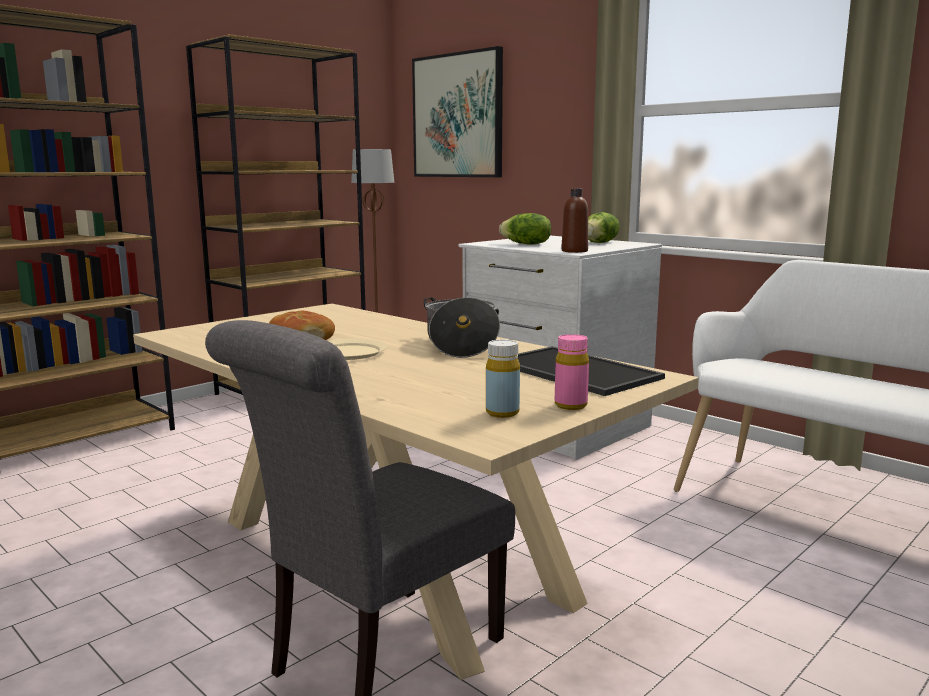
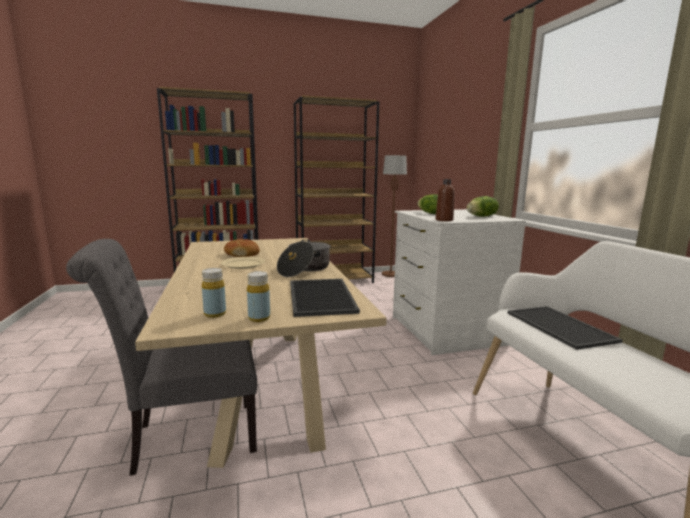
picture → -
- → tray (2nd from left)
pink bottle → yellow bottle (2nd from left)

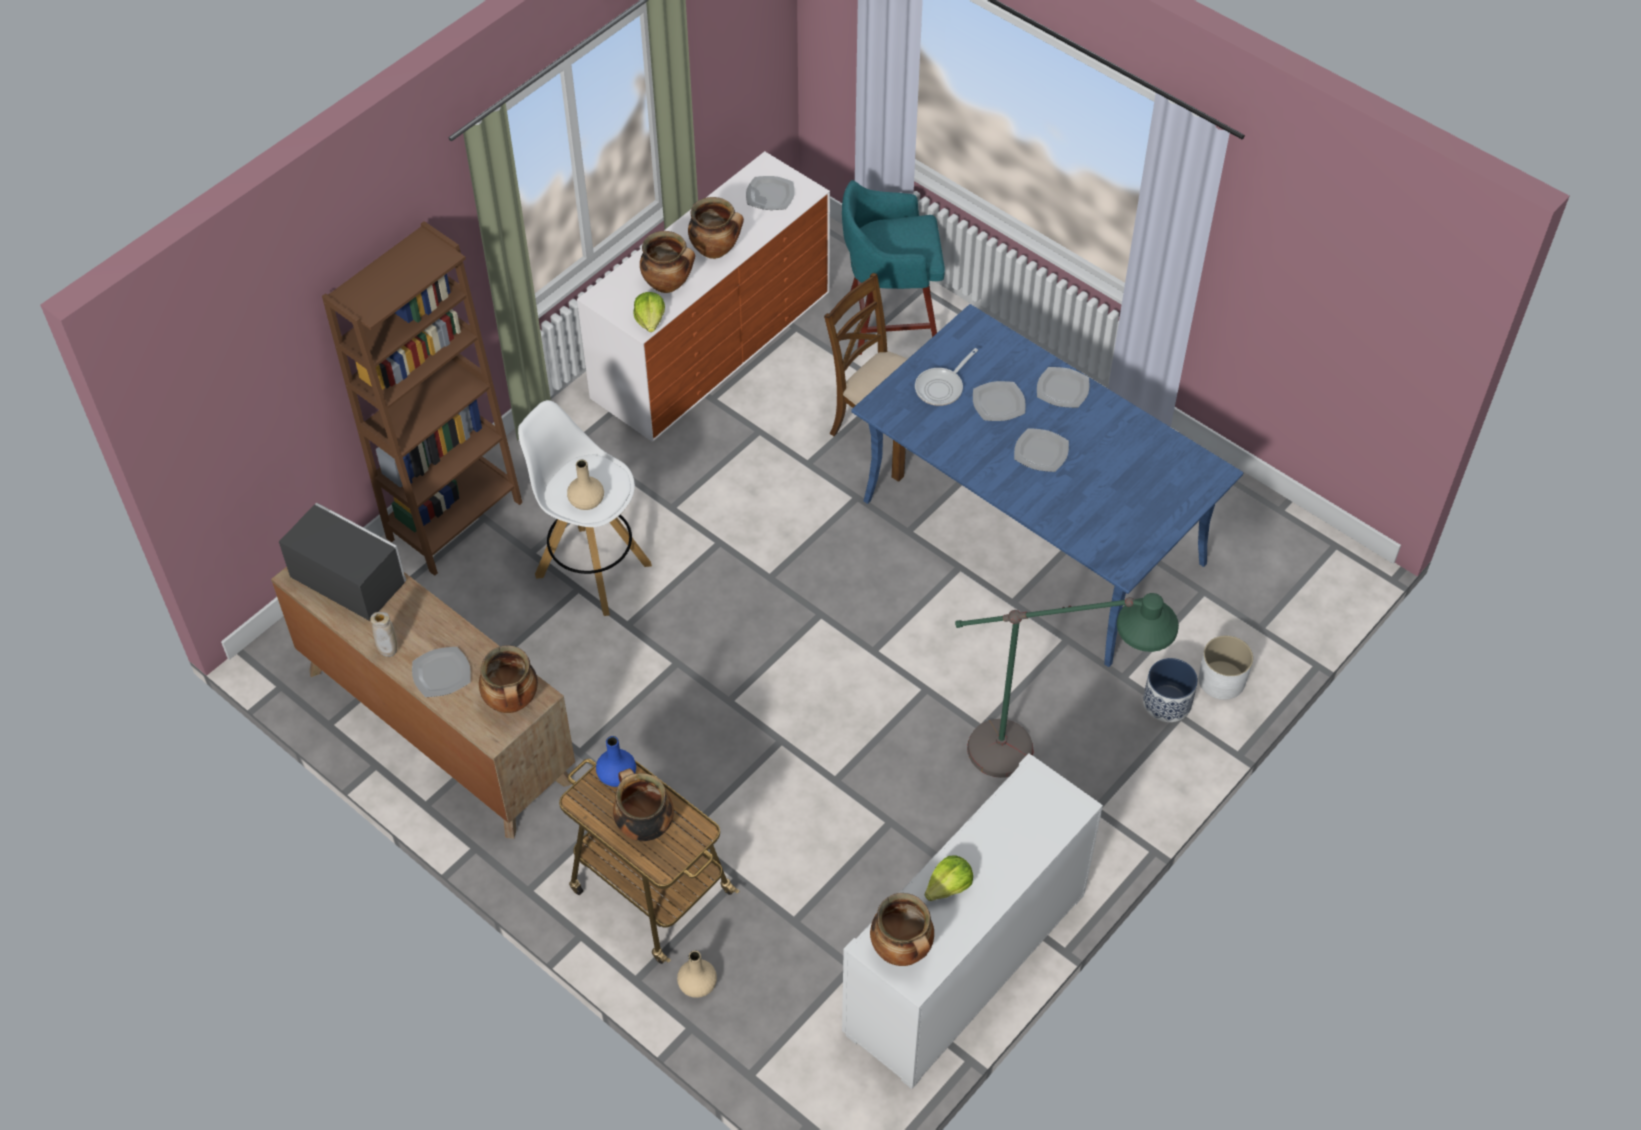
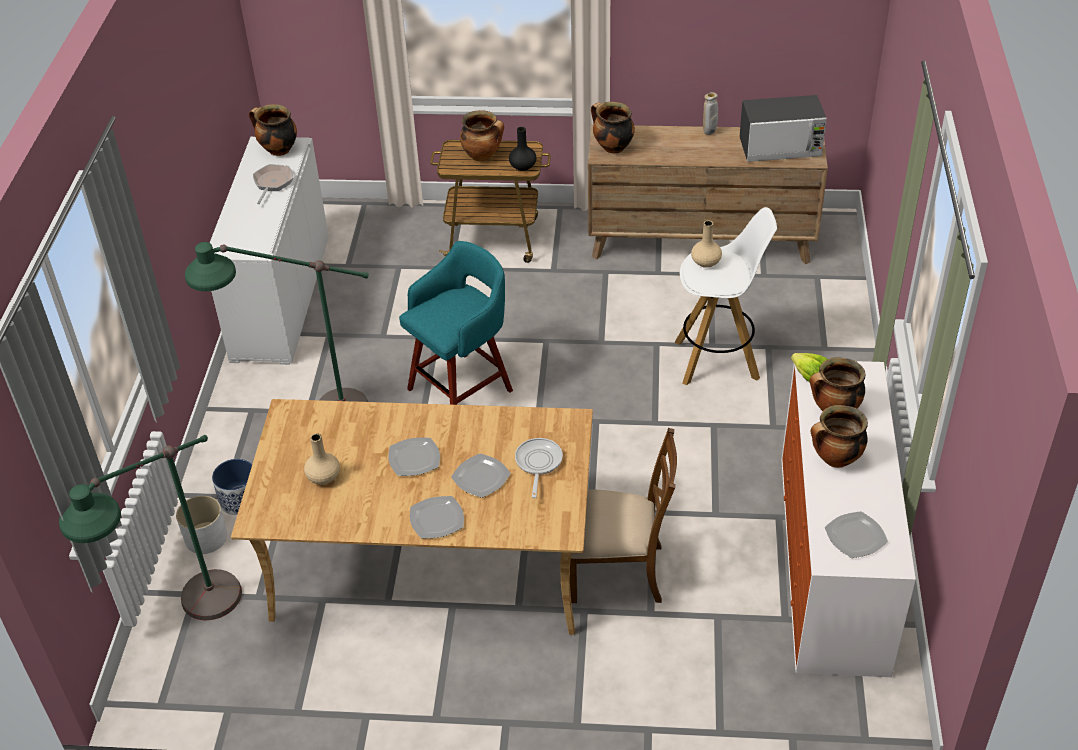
brown bookcase → -
plate (1st from left) → -
- → green floor lamp (1st from left)
beige vase (3rd from left in the first image) → beige vase (1st from left), move
turquoise stool, move
lettuce (2nd from left) → frying pan (1st from left)
blue vase → black vase
blue dining table → beige dining table

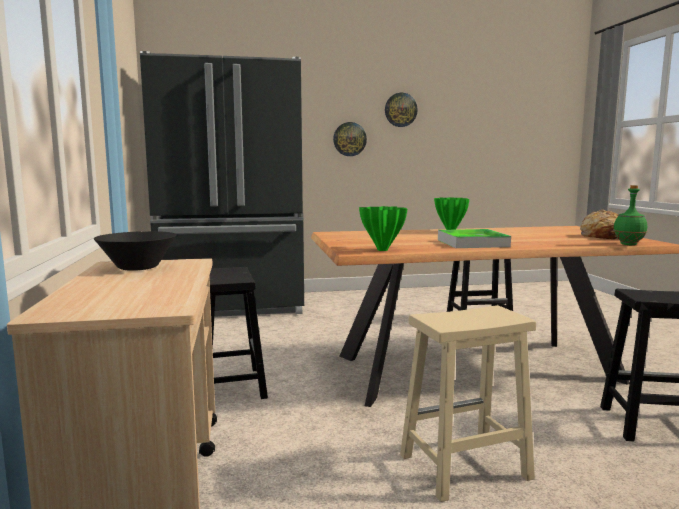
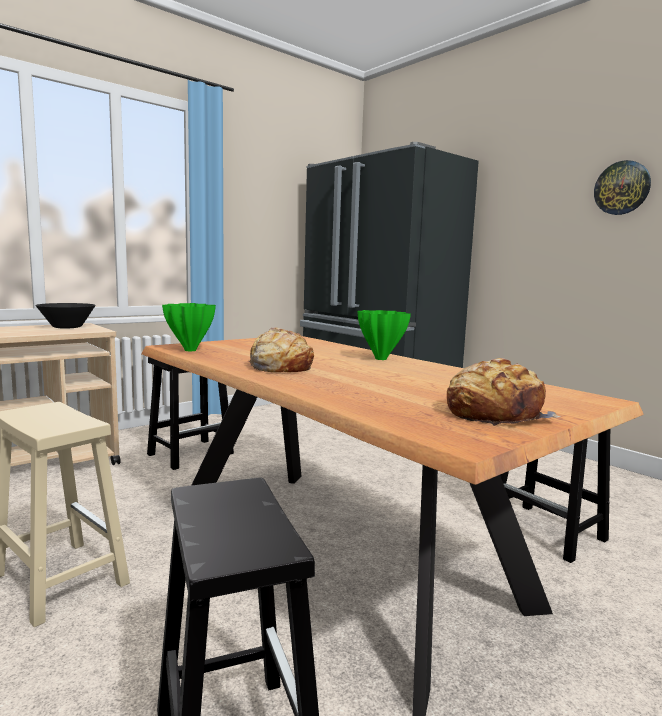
wall clock (1st from left) → -
green bottle → -
tray → bread (1st from left)

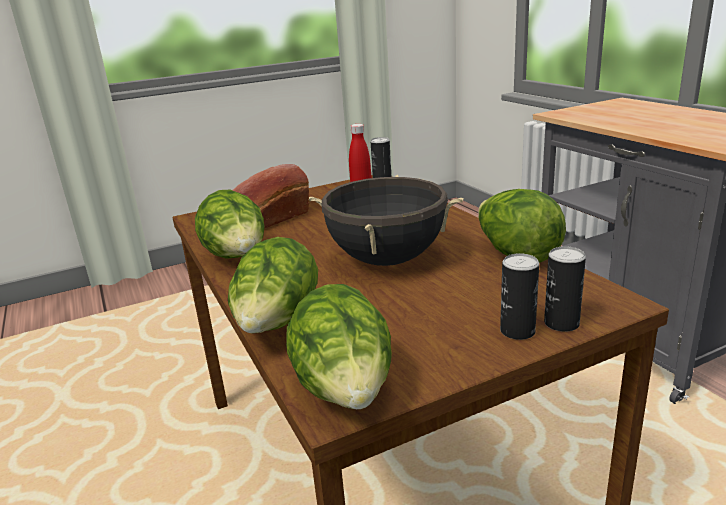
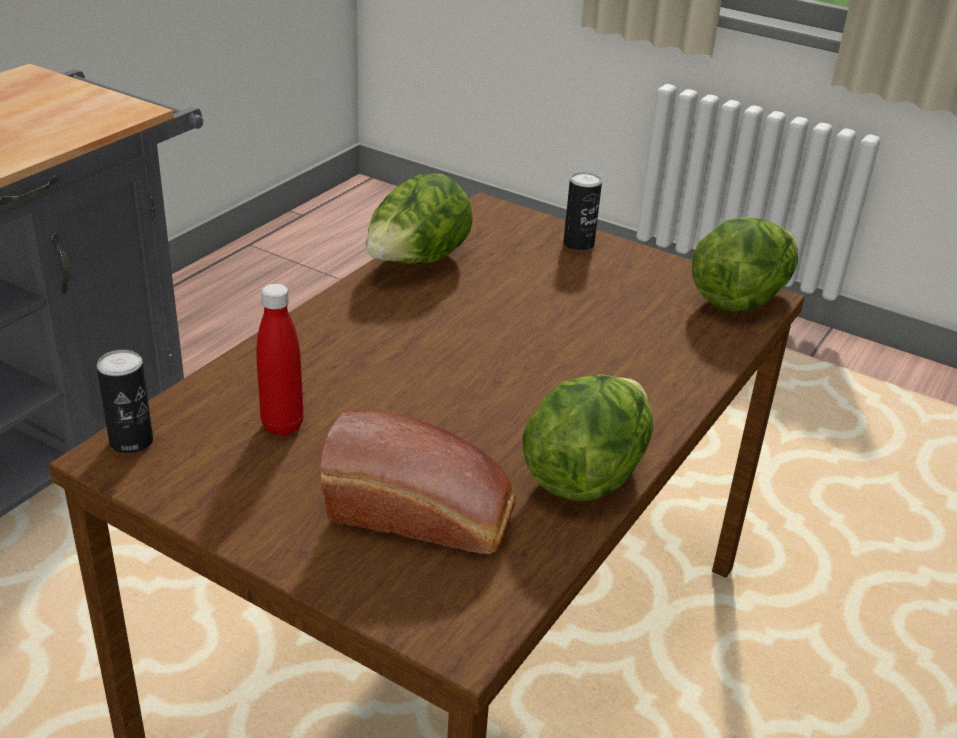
lettuce (2nd from left) → -
black cooking pot → -
can (3rd from left) → -

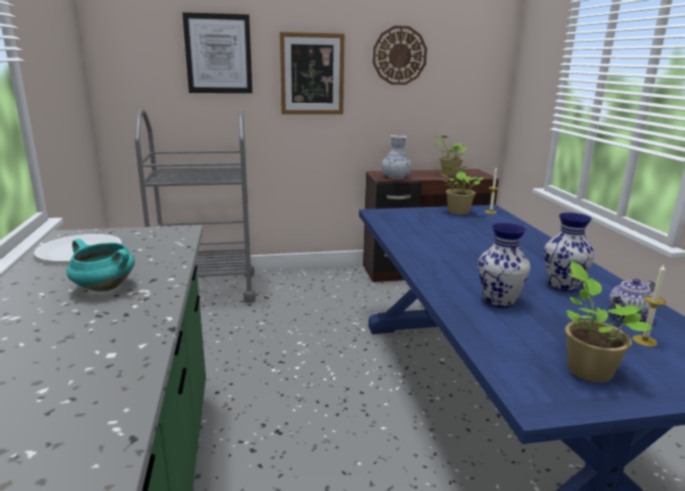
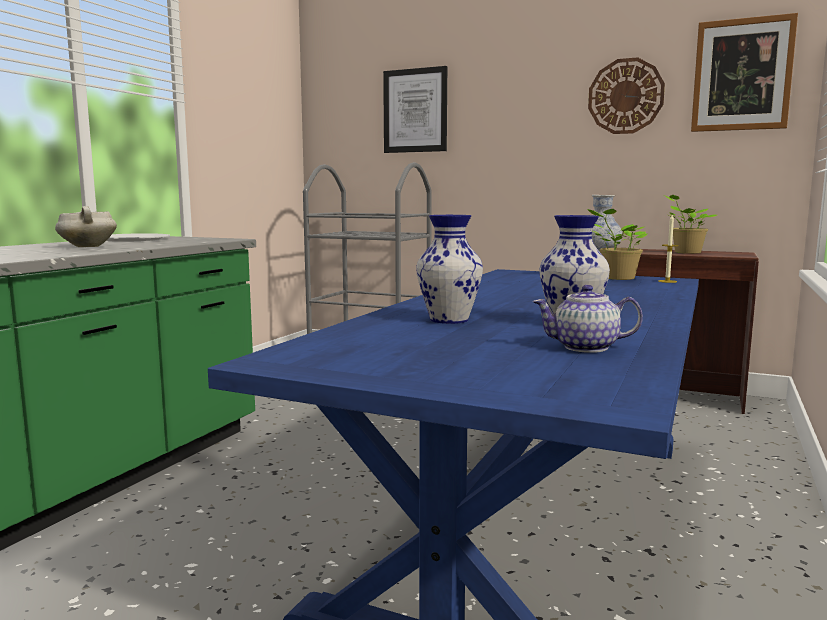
potted plant (3rd from left) → -
candle (2nd from left) → -
picture (2nd from left), move
turquoise cooking pot → white cooking pot

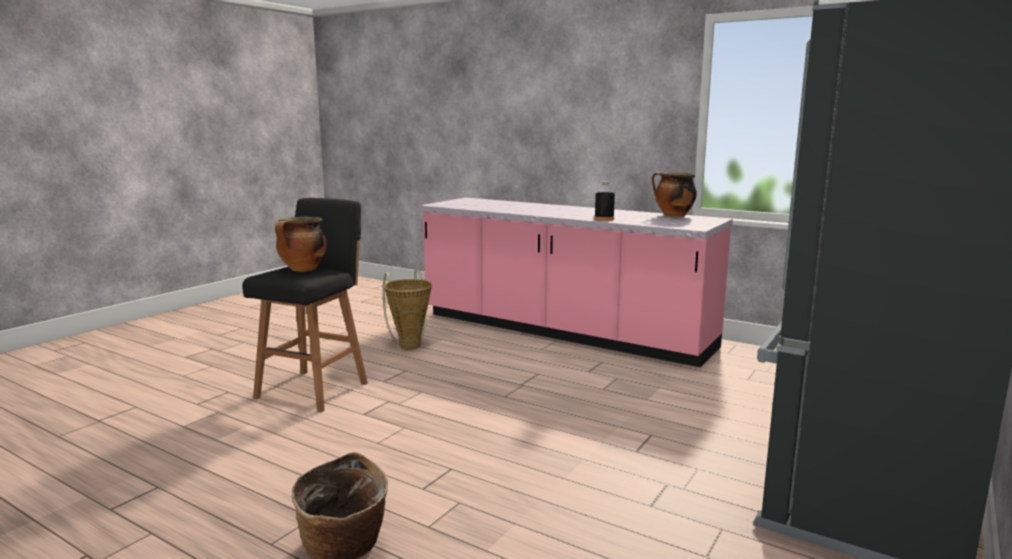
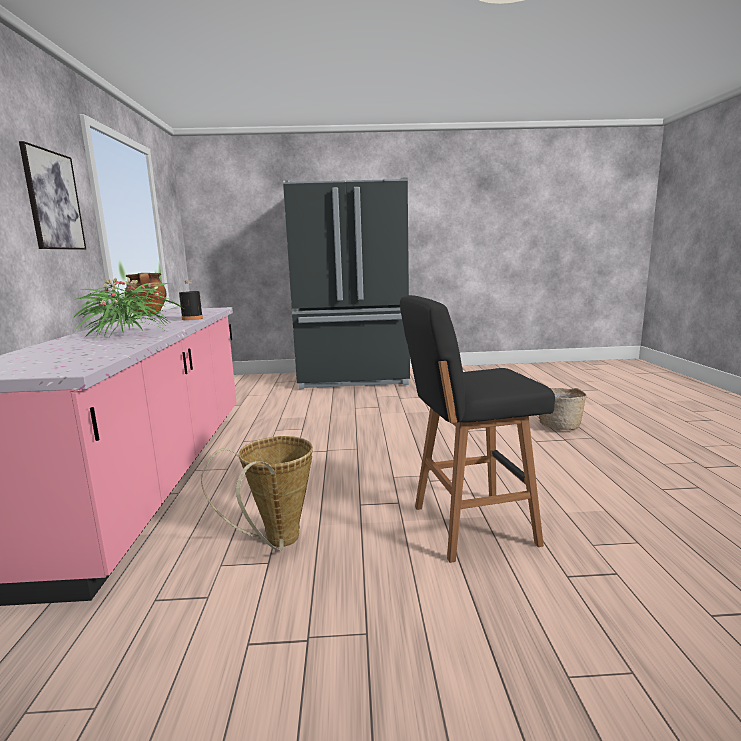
cooking pot (1st from left) → -
- → picture
- → potted plant

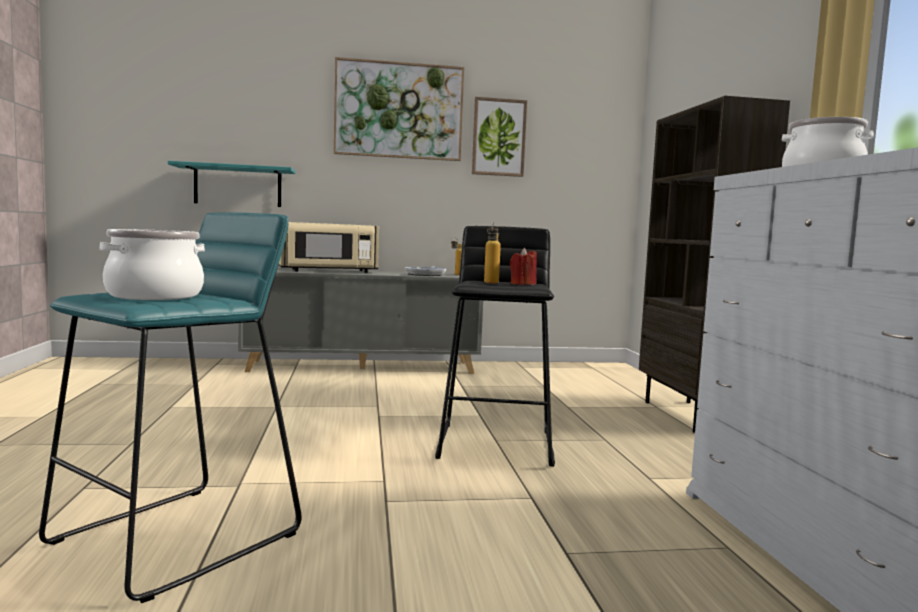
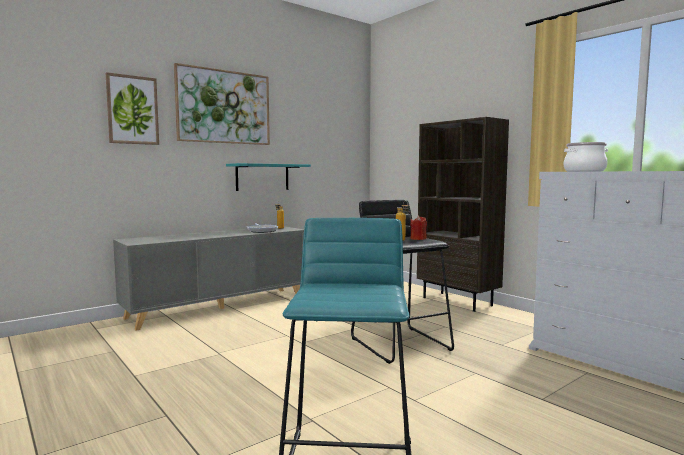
cooking pot (1st from left) → -
beige microwave → -
turquoise shelf, move
picture (2nd from left in the first image) → picture (1st from left), move

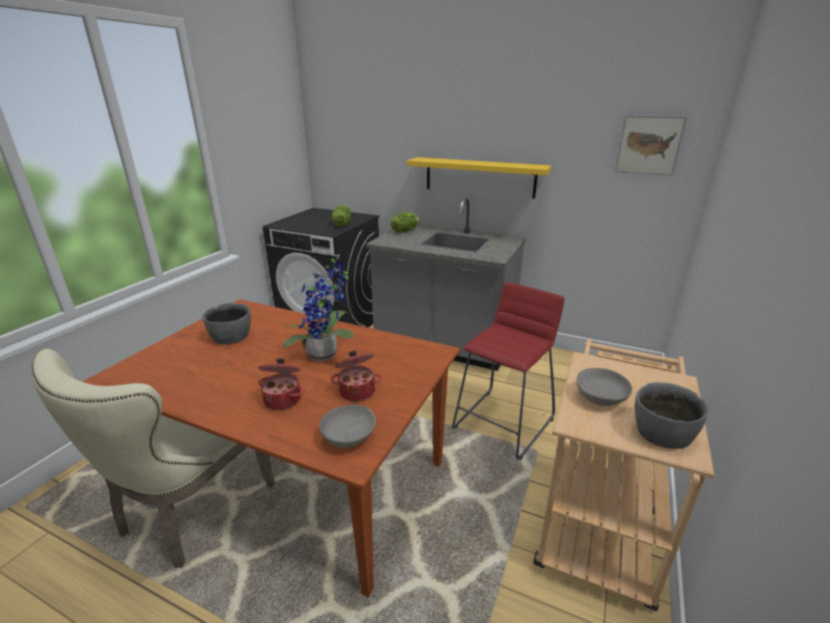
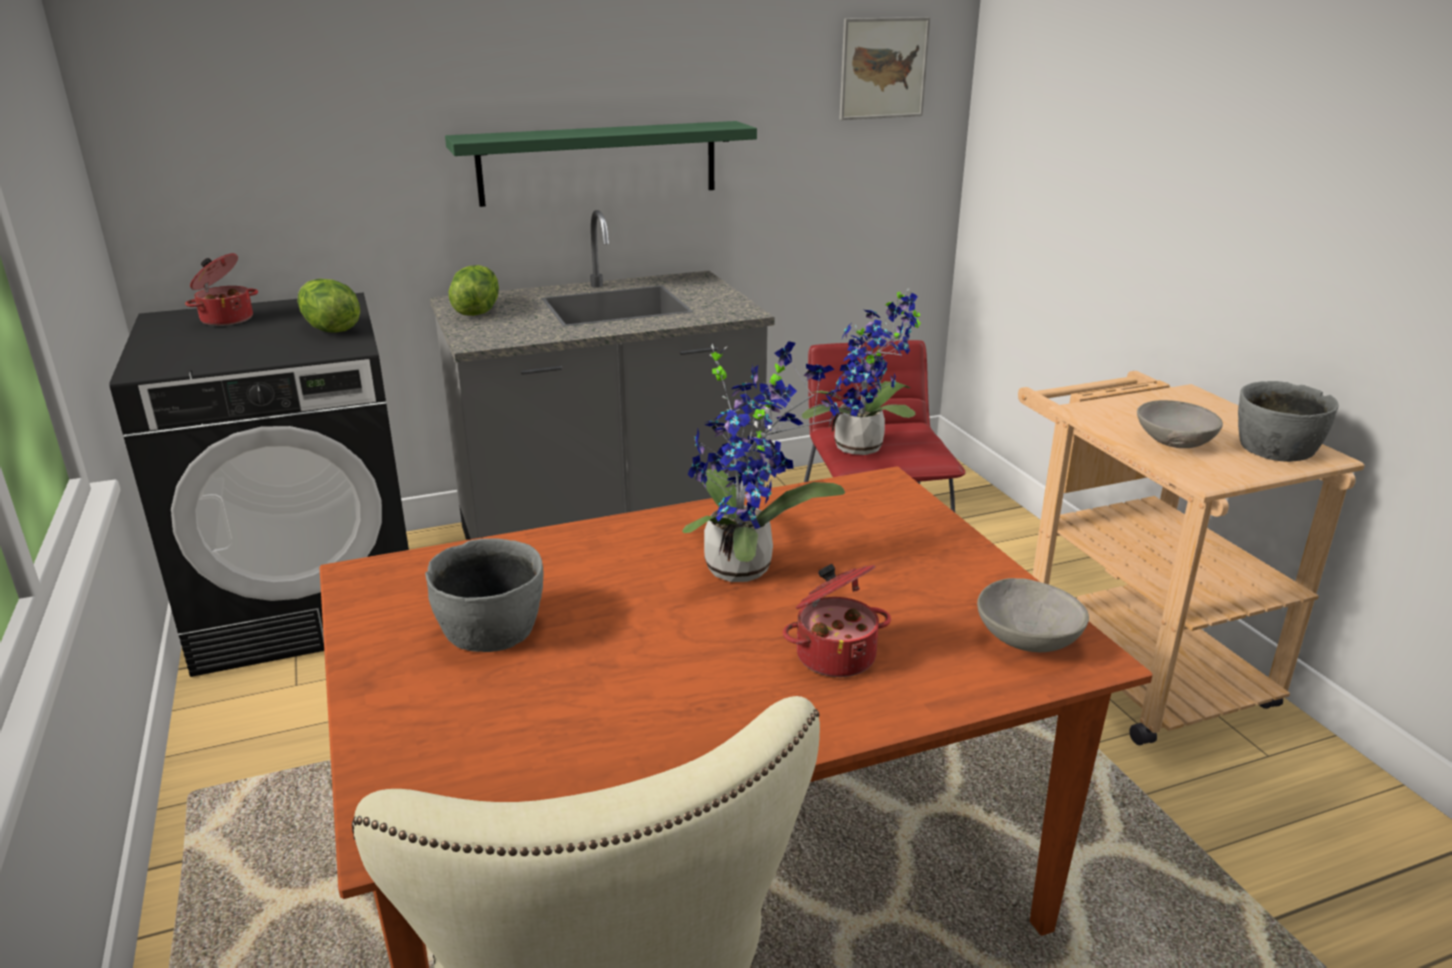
- → potted plant (2nd from left)
cooking pot (2nd from left in the first image) → cooking pot (1st from left), move
yellow shelf → green shelf

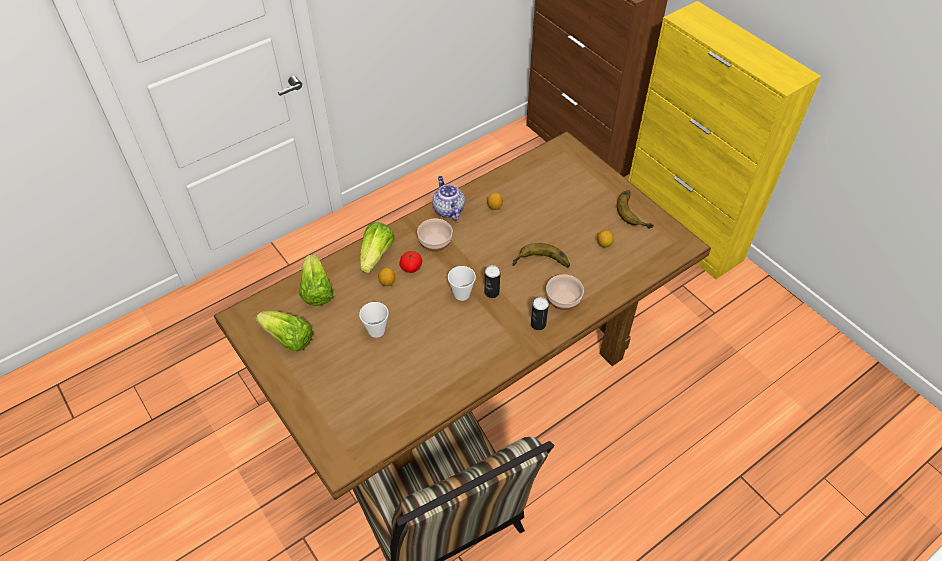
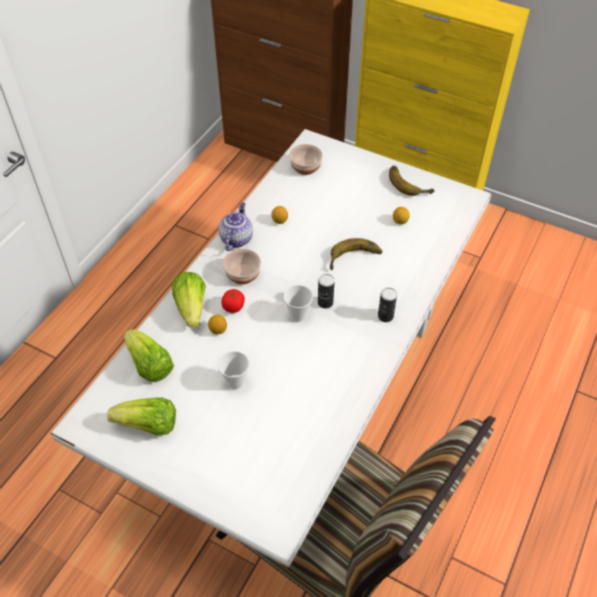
bowl (2nd from left), move
brown dining table → white dining table
teapot, 60 degrees clockwise

